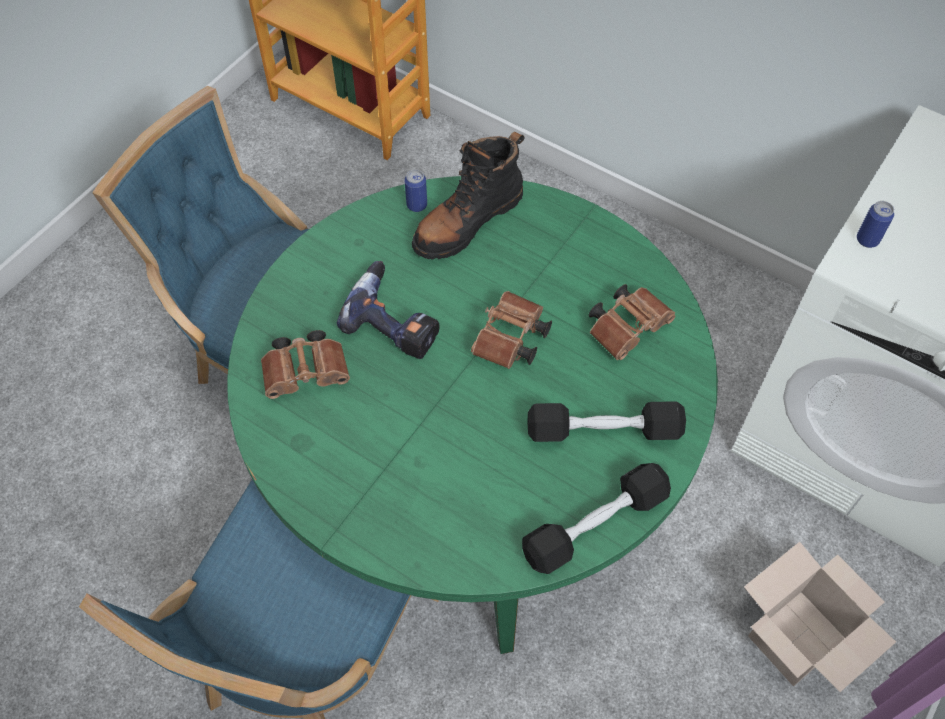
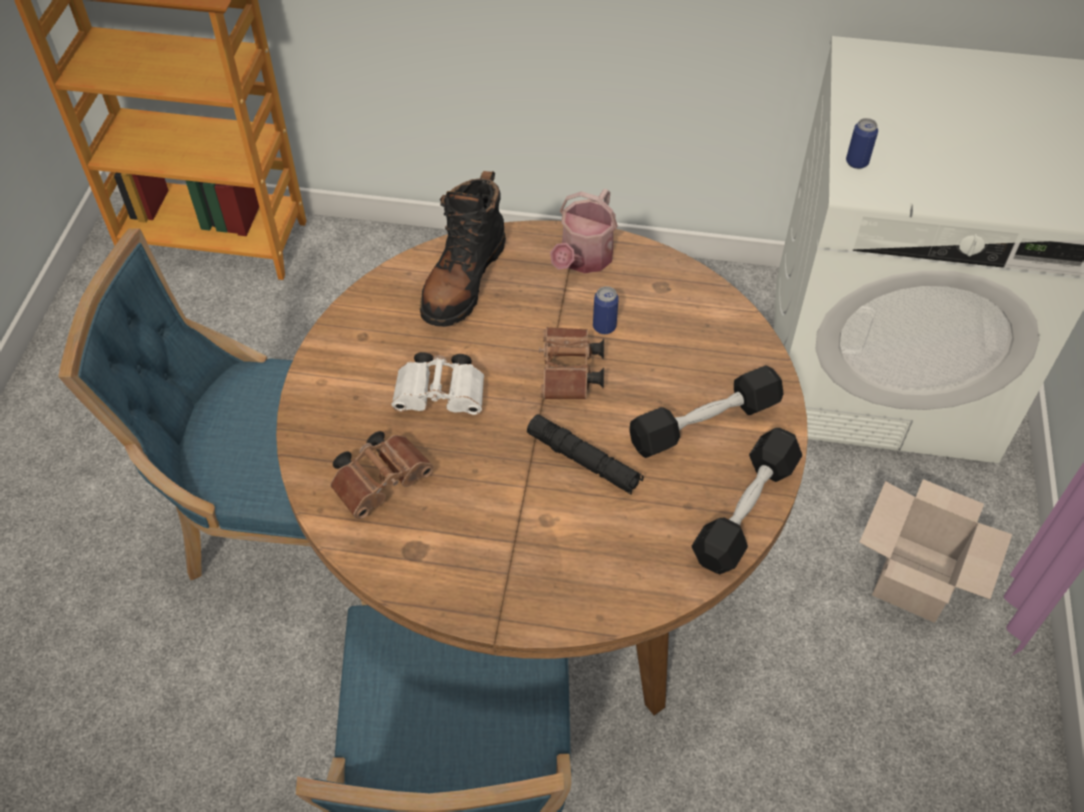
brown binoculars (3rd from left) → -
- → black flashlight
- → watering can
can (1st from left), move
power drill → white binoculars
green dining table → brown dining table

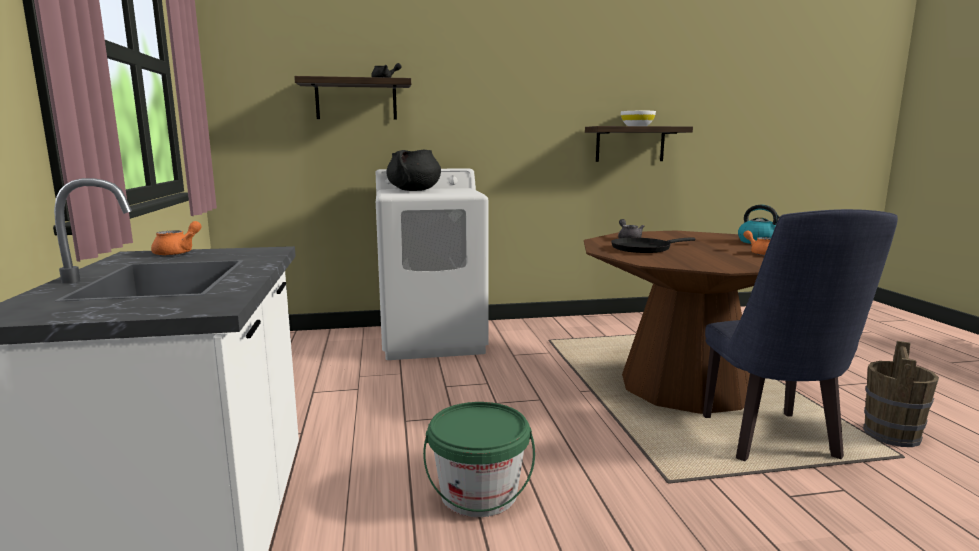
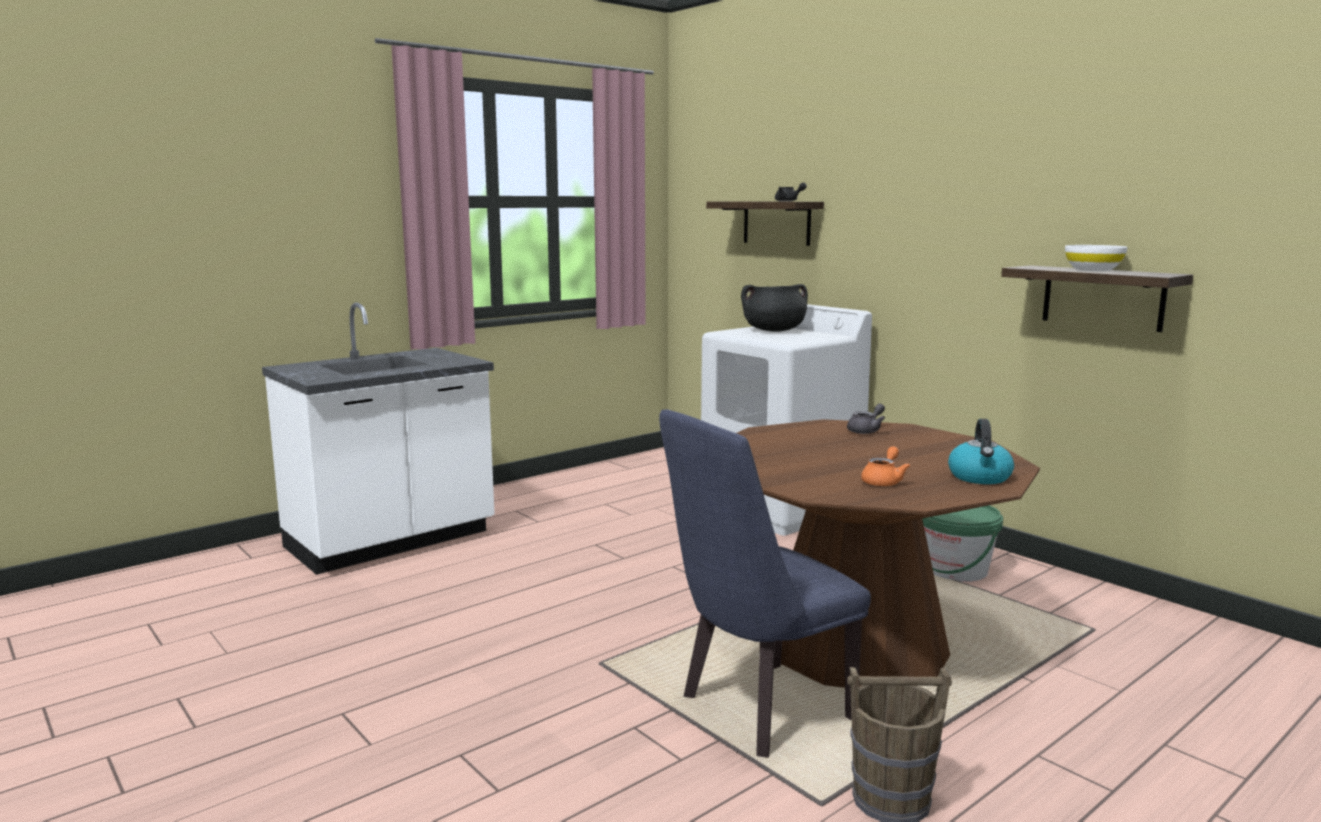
orange teapot (1st from left) → -
black frying pan → -
green bucket, move

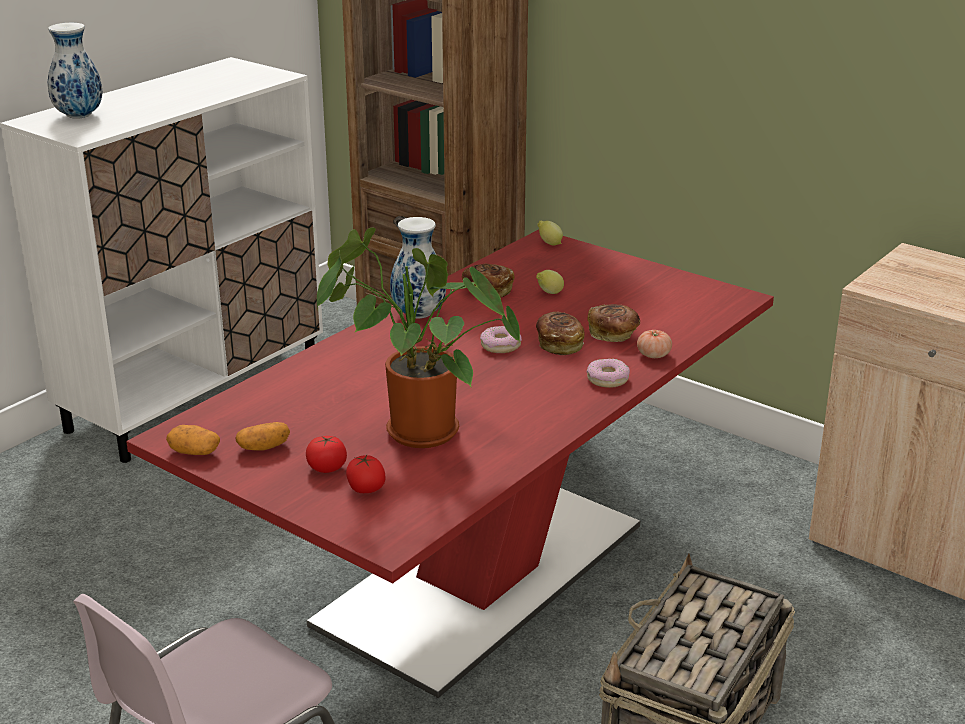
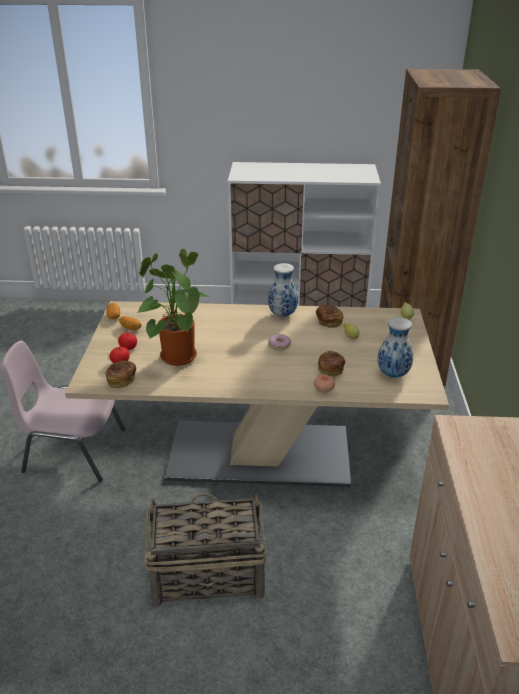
donut (2nd from left) → -
vase (1st from left in the first image) → vase (2nd from left), move
bread (2nd from left in the first image) → bread (1st from left), move
red dining table → beige dining table

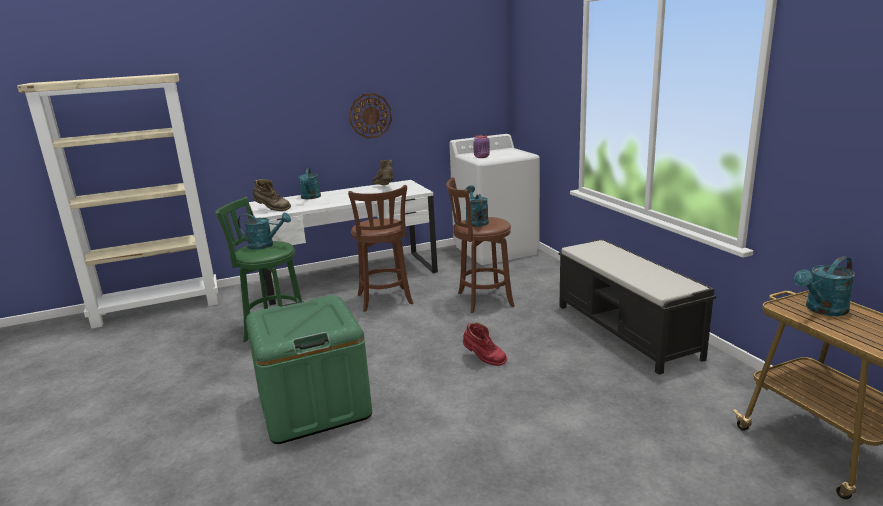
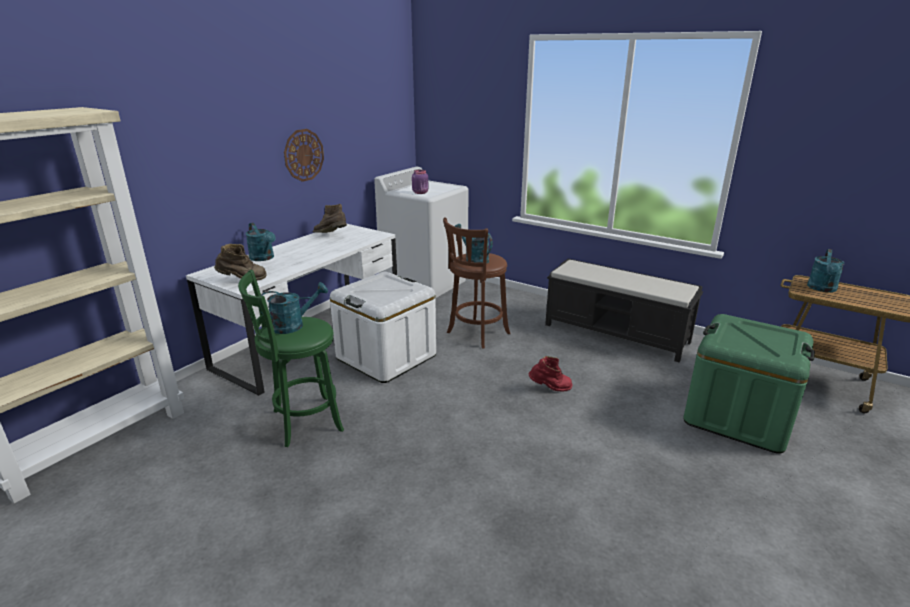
green storage box, move
brown stool (1st from left) → white storage box

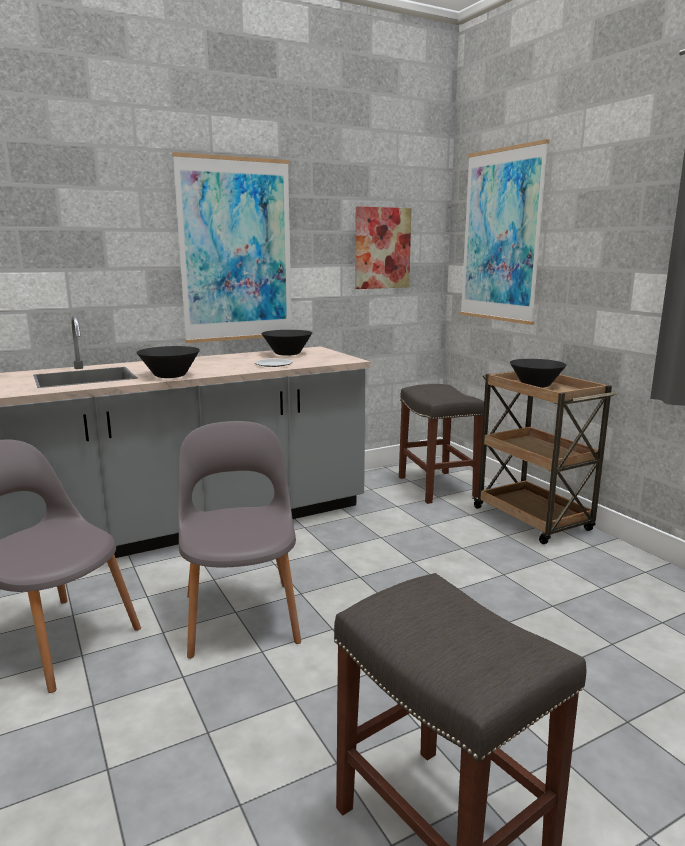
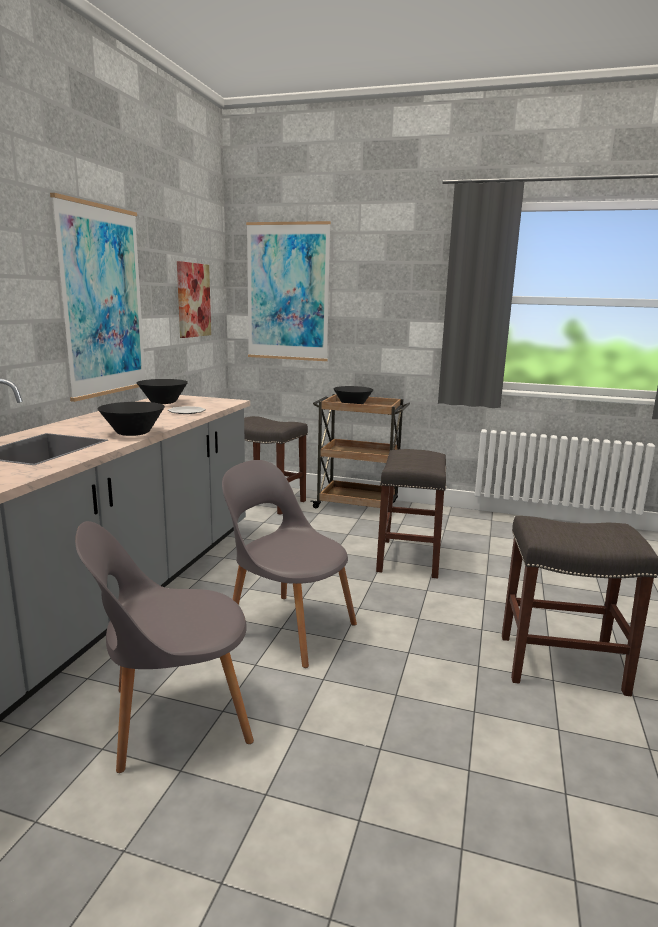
- → grey stool (2nd from left)

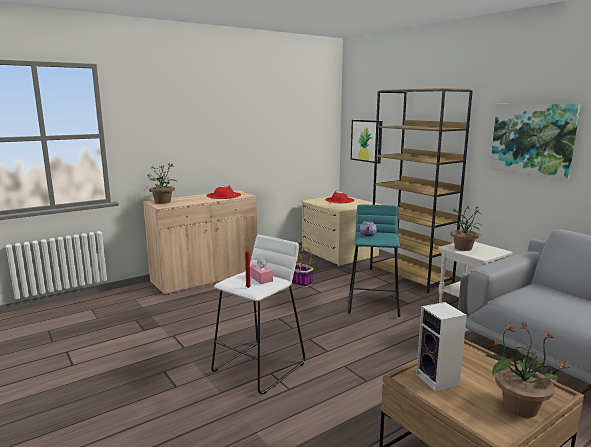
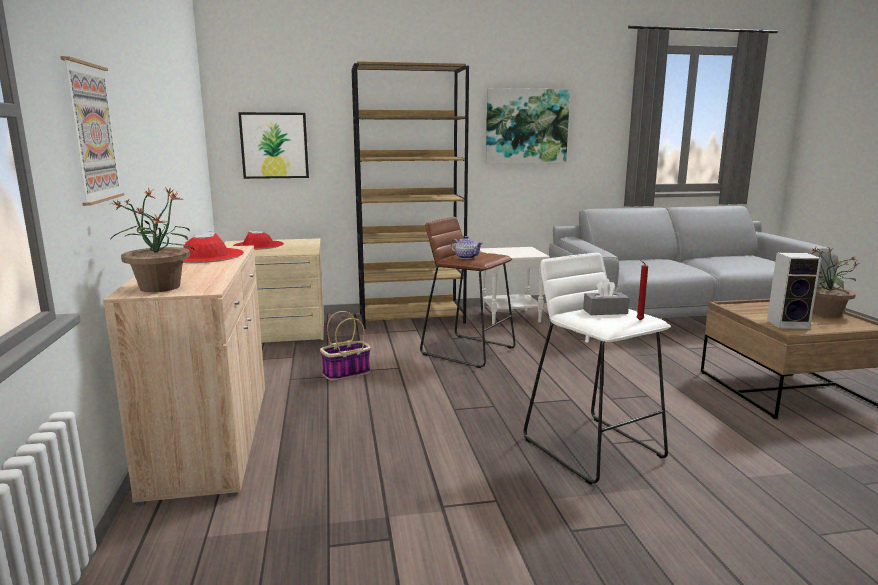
potted plant (2nd from left) → -
- → picture (1st from left)
pink tissue box → grey tissue box
turquoise stool → brown stool

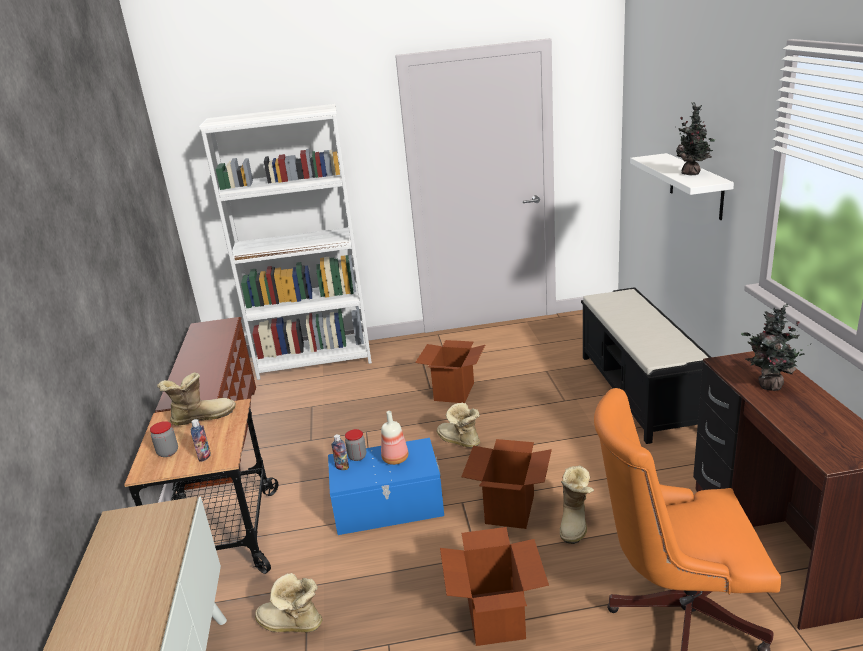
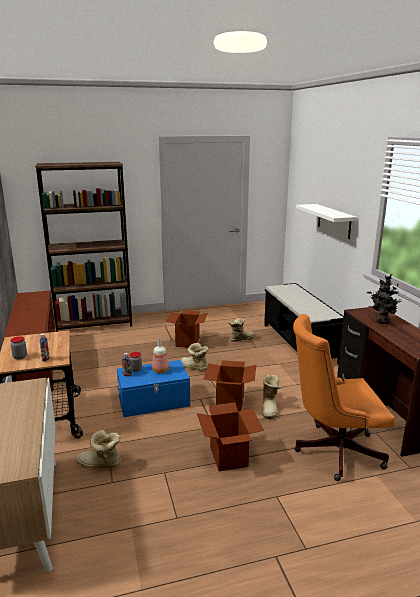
potted plant (1st from left) → -
boot (1st from left in the first image) → boot (3rd from left), move
white bookcase → brown bookcase

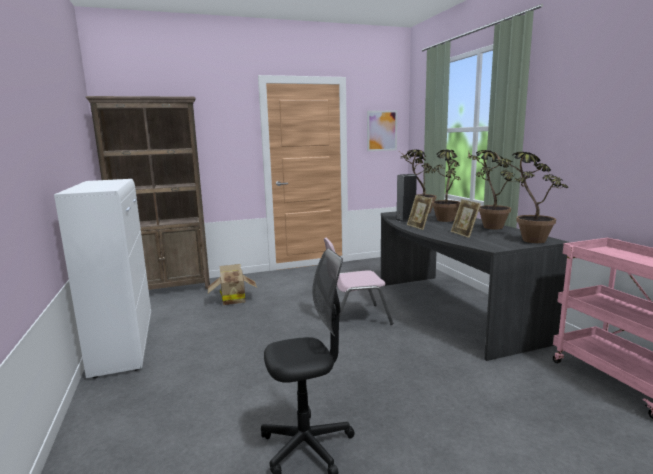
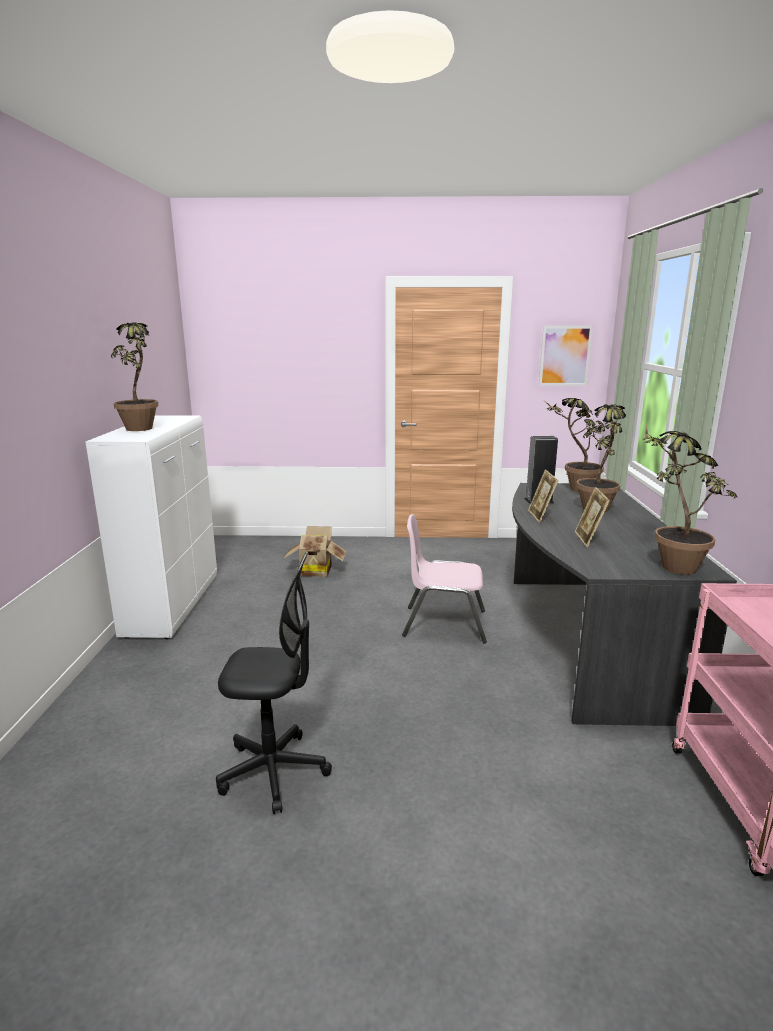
brown bookcase → -
potted plant (3rd from left in the first image) → potted plant (1st from left), move

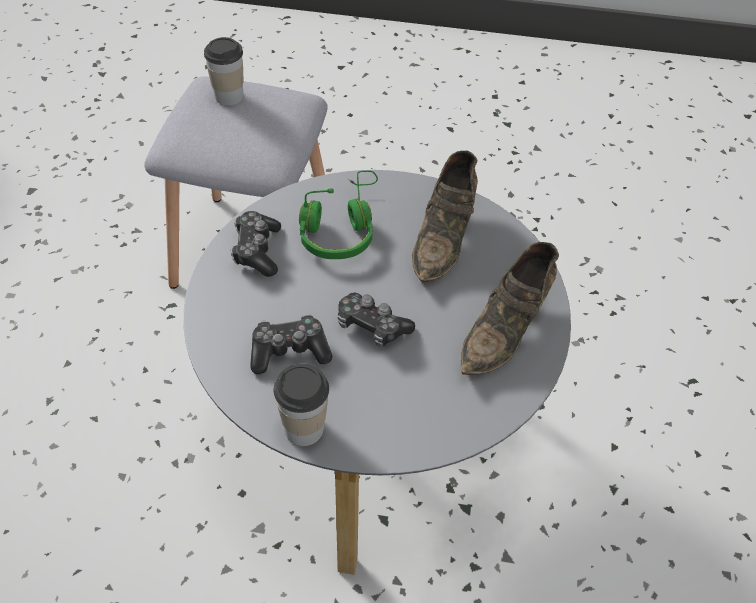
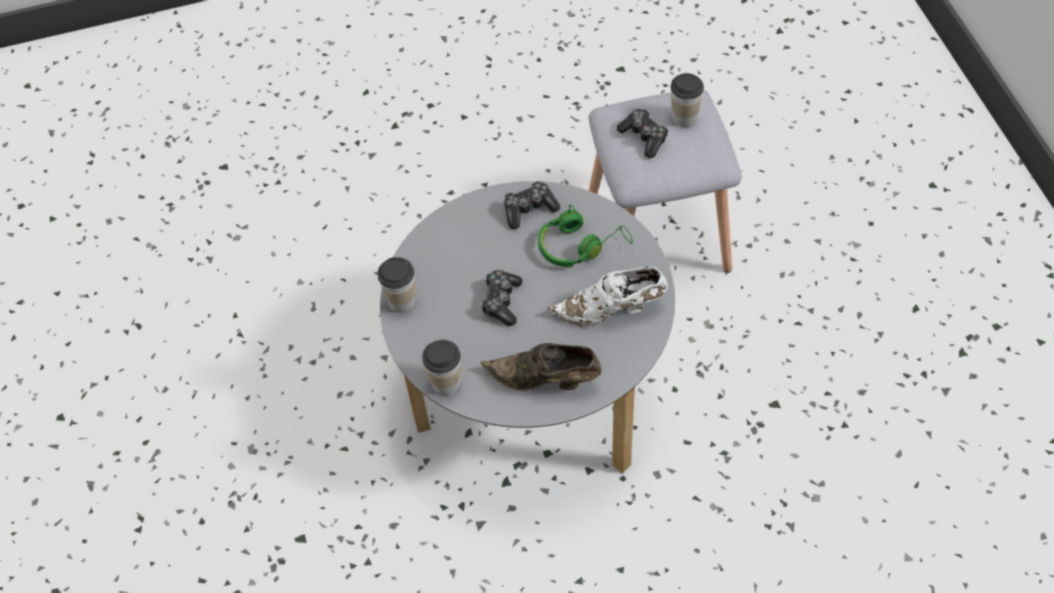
- → cup (2nd from left)
game controller (2nd from left in the first image) → game controller (3rd from left), move
brown shoe (1st from left) → white shoe

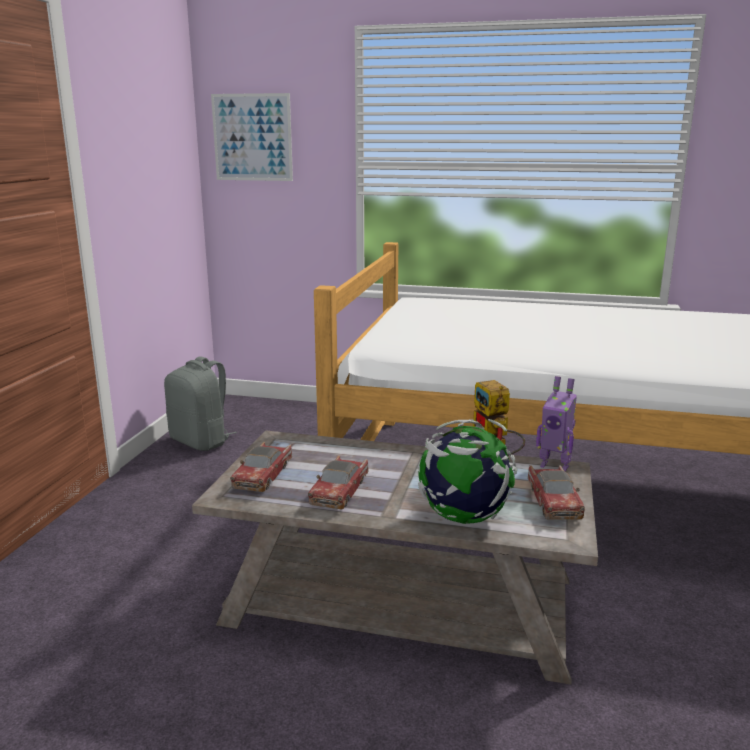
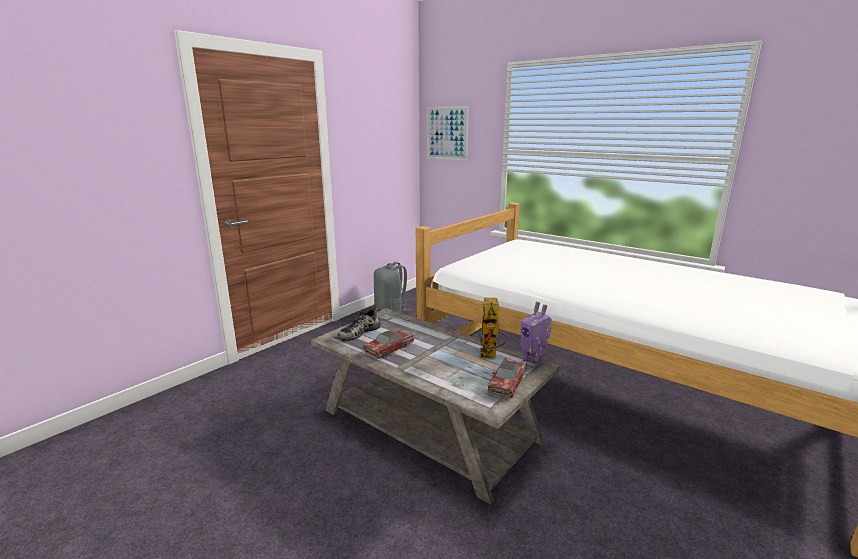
globe → -
toy car (1st from left) → shoe

